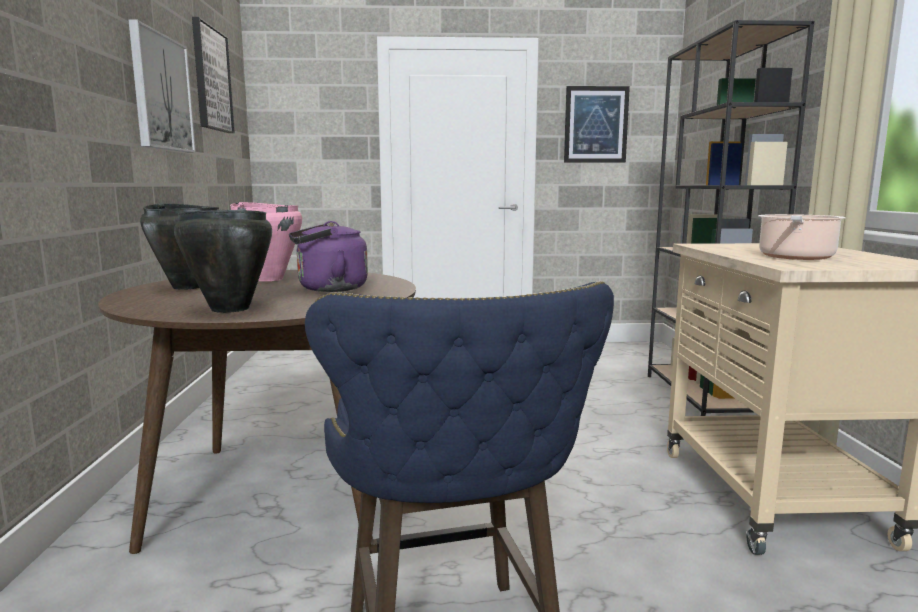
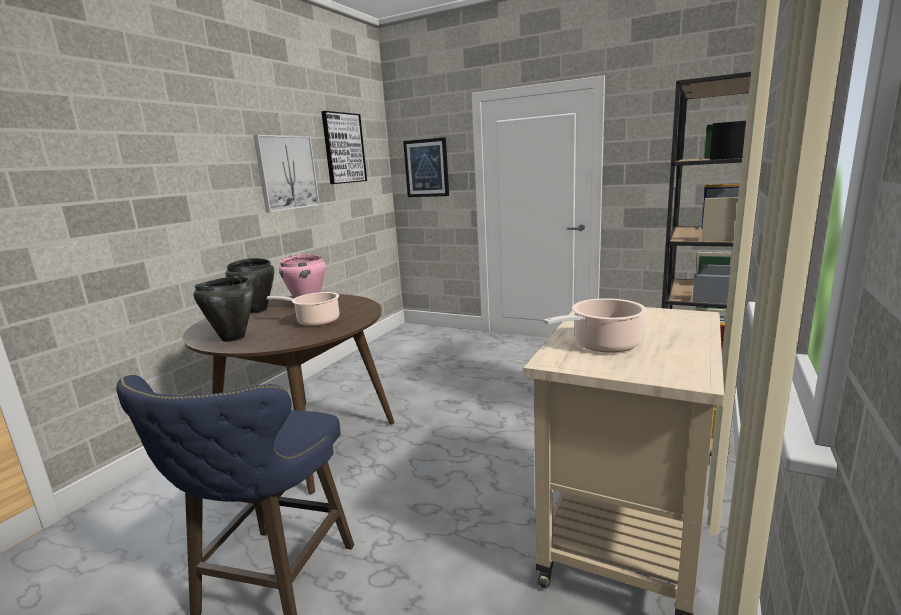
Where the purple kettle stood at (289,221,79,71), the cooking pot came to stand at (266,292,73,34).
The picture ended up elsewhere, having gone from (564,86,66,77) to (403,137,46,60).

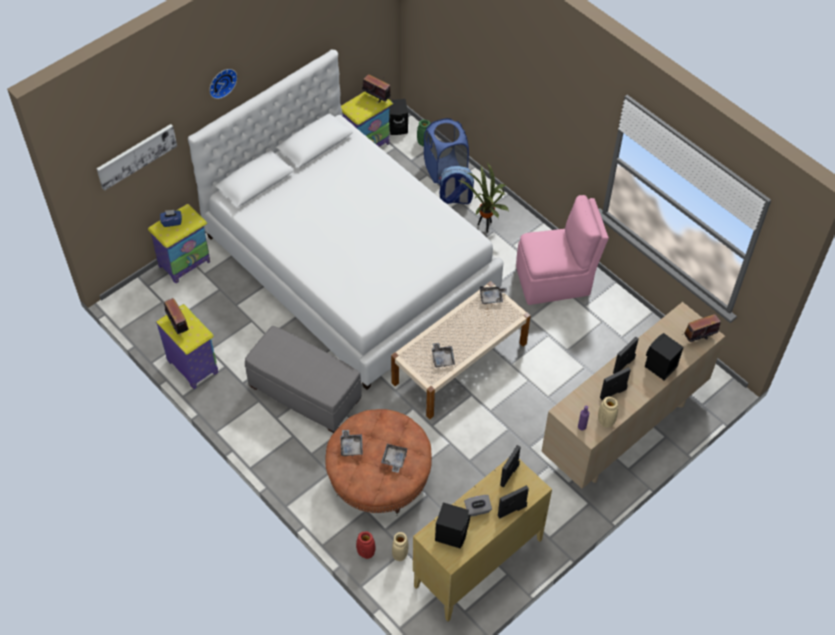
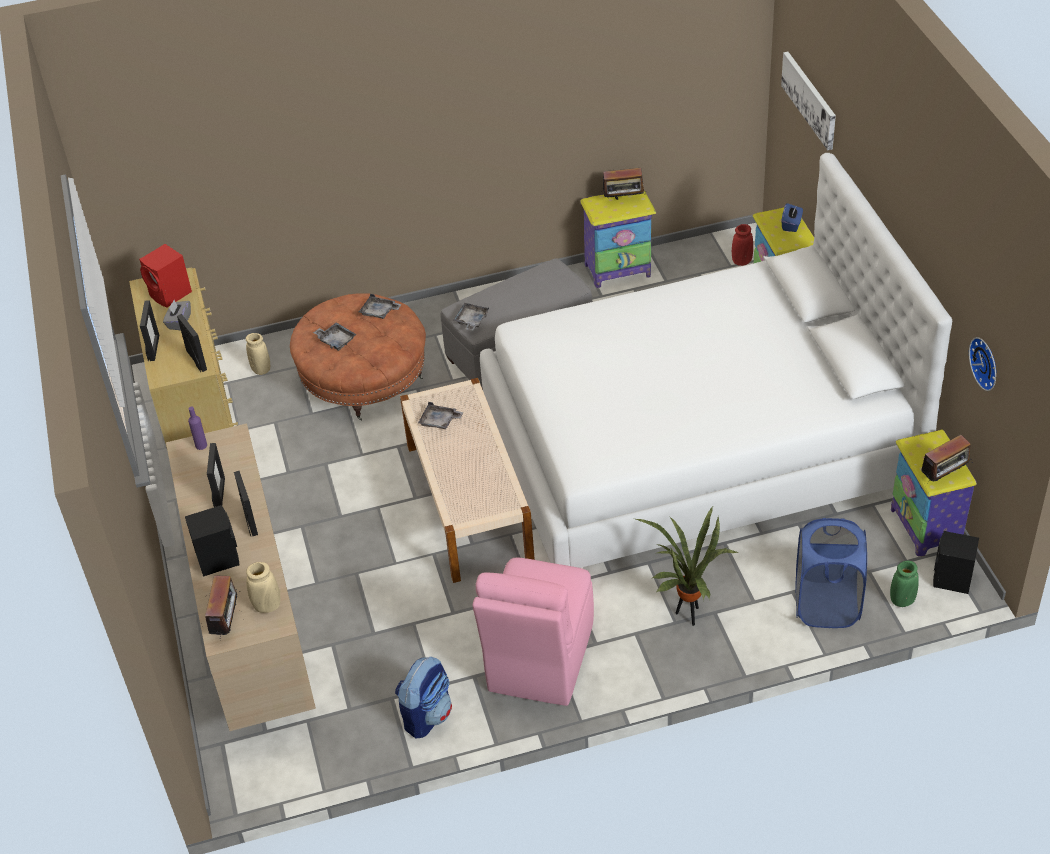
What was the black speaker at (435,502,35,46) turned into the red speaker at (139,244,53,63).
The beige vase ended up elsewhere, having gone from (598,397,20,31) to (246,562,35,51).
The backpack ended up elsewhere, having gone from (439,166,35,38) to (395,656,57,83).
The grey tray ended up elsewhere, having gone from (480,286,27,18) to (454,303,35,28).
The red vase ended up elsewhere, having gone from (356,531,19,28) to (732,224,21,42).
The wall clock ended up elsewhere, having gone from (209,69,28,30) to (969,337,27,54).

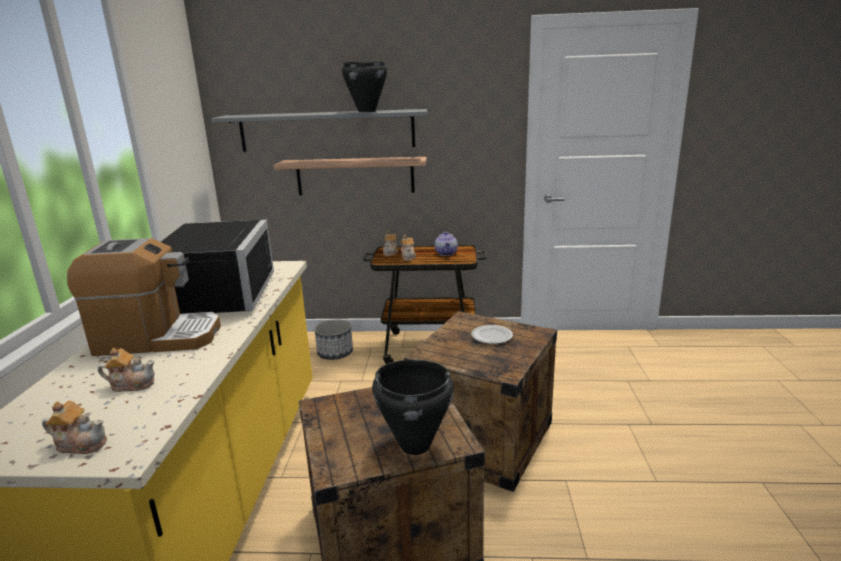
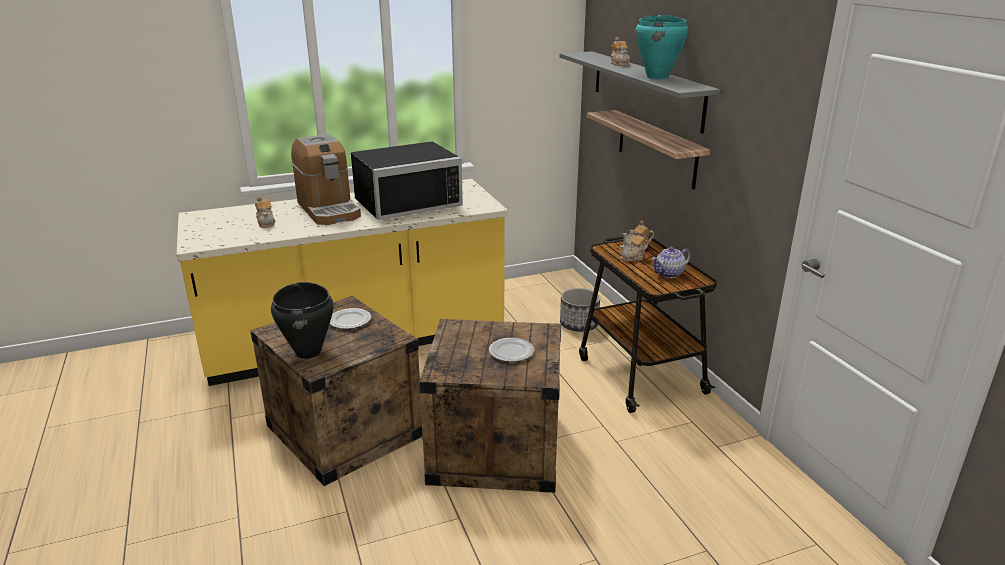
The second view gained the plate at (330,308,41,21).
The teapot ended up elsewhere, having gone from (42,400,65,54) to (611,37,19,29).
What was the black cooking pot at (342,62,45,50) turned into the turquoise cooking pot at (635,15,54,64).

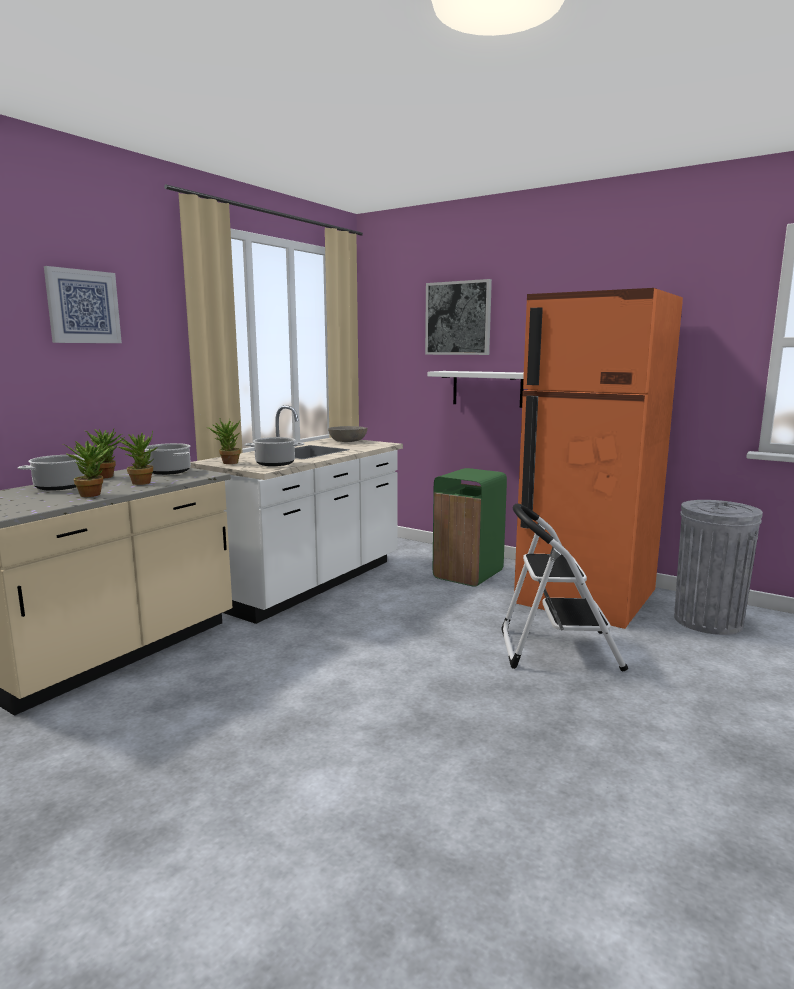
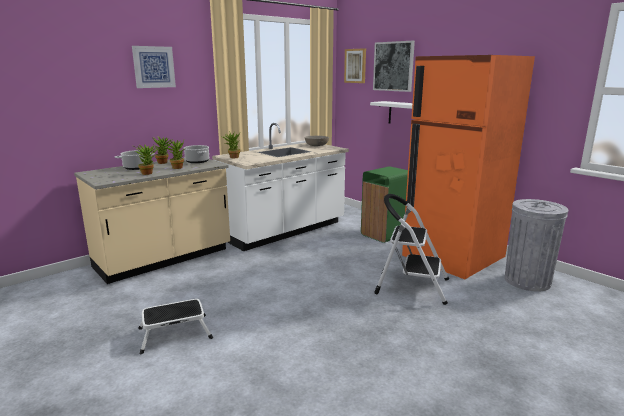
The second view gained the black step ladder at (138,299,75,56).
The second view gained the picture at (344,48,22,35).
The second view lost the cooking pot at (244,437,60,29).

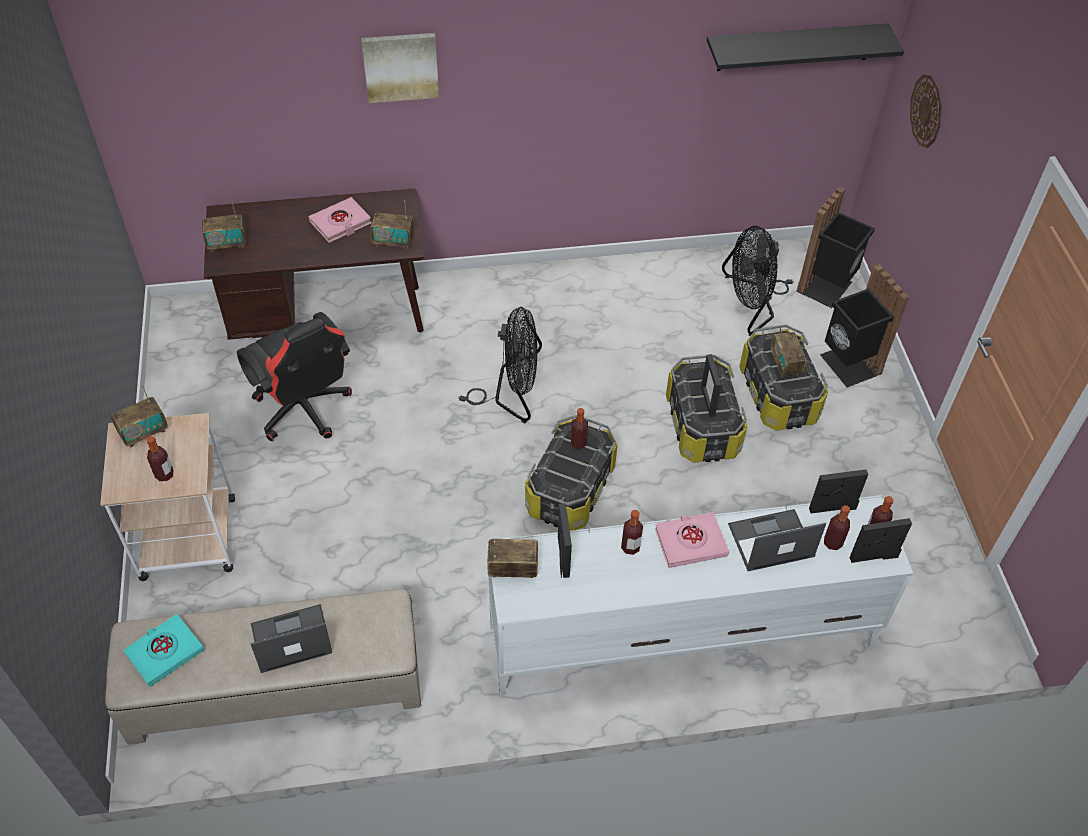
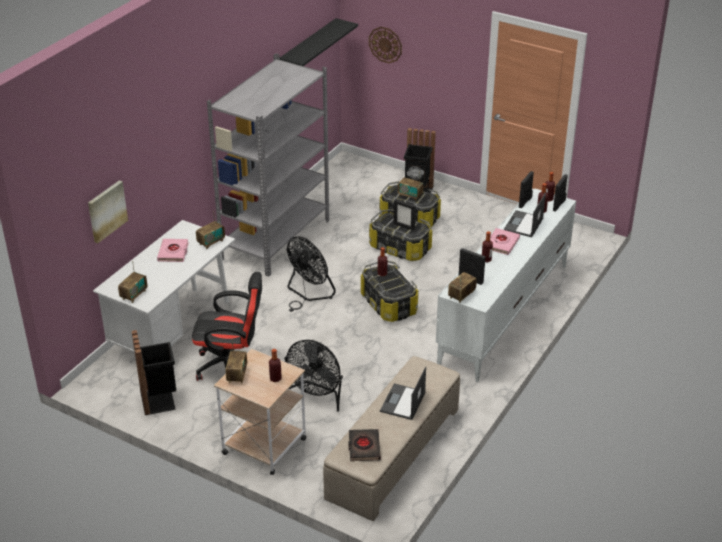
The picture ended up elsewhere, having gone from (361,33,78,70) to (88,180,40,63).
What was the brown desk at (204,189,220,151) turned into the white desk at (93,220,142,133).
The black trash can ended up elsewhere, having gone from (797,187,78,121) to (132,330,44,85).
The second view gained the grey bookcase at (207,54,122,223).
The black fan ended up elsewhere, having gone from (722,226,72,110) to (284,340,59,72).
What was the turquoise book at (123,614,81,73) turned into the black book at (349,429,32,32).

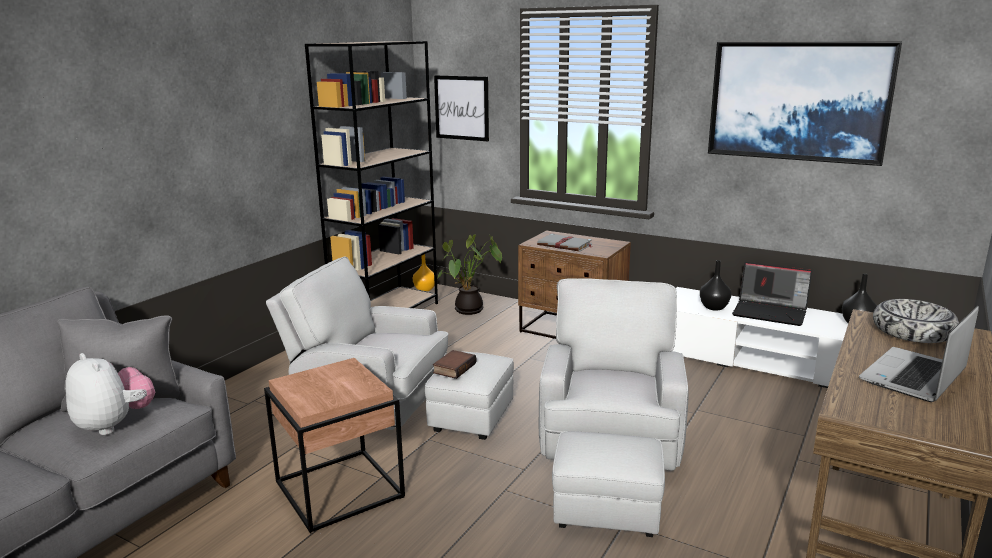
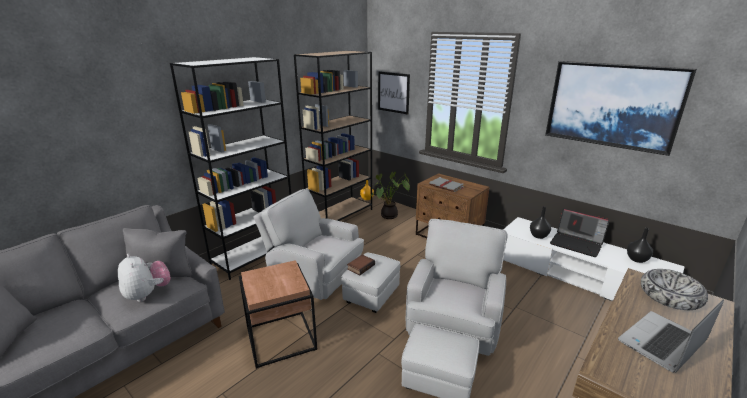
The second view gained the white bookcase at (170,57,121,223).

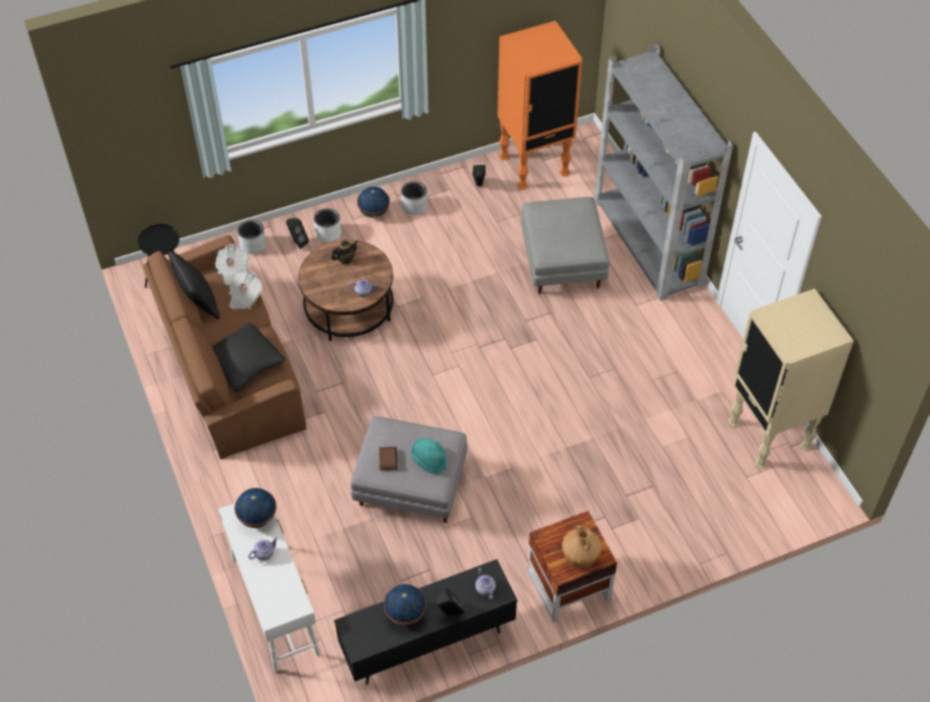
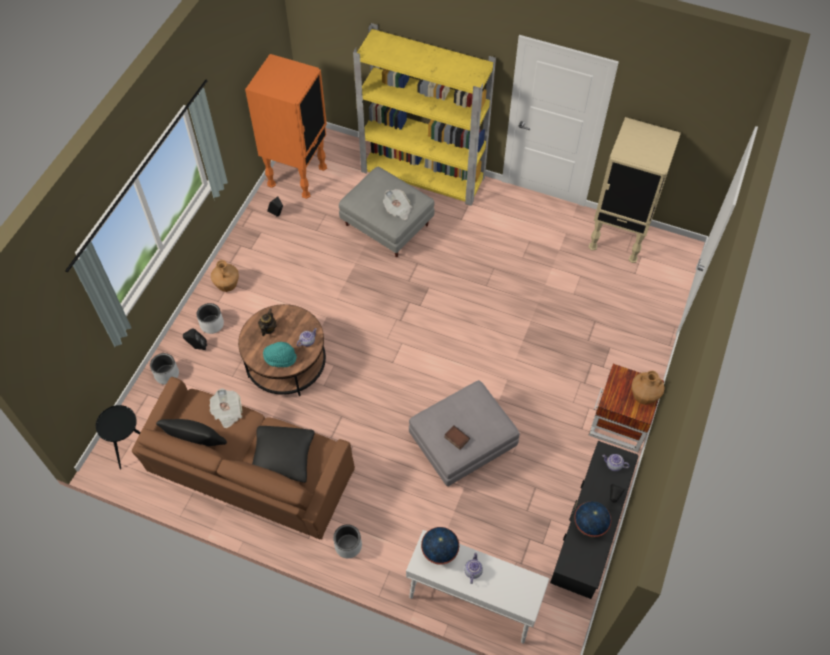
Where the globe stood at (357,186,33,32), the brown vase came to stand at (211,259,28,33).
The turquoise hat ended up elsewhere, having gone from (411,438,36,36) to (263,342,34,25).
The grey planter ended up elsewhere, having gone from (401,181,26,34) to (333,524,29,34).
What was the grey bookcase at (594,44,139,257) turned into the yellow bookcase at (353,23,143,183).
The newspaper ended up elsewhere, having gone from (215,244,34,41) to (383,189,30,31).

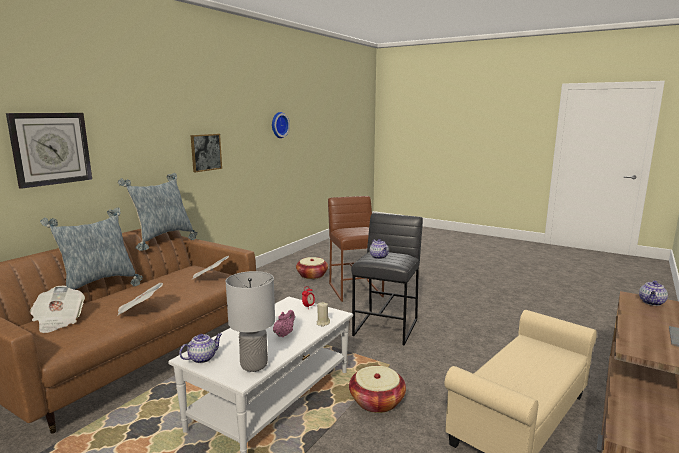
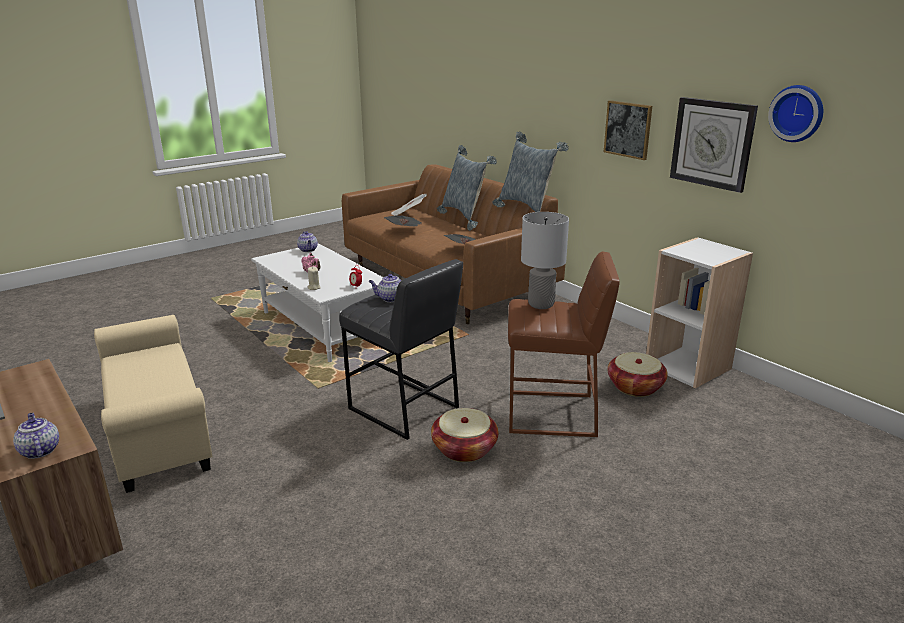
The basket ended up elsewhere, having gone from (349,366,57,47) to (431,408,68,54).
The grey table lamp ended up elsewhere, having gone from (226,271,49,101) to (521,212,48,97).
The second view gained the bookcase at (646,237,107,151).
The wall clock ended up elsewhere, having gone from (6,113,86,76) to (670,97,88,96).

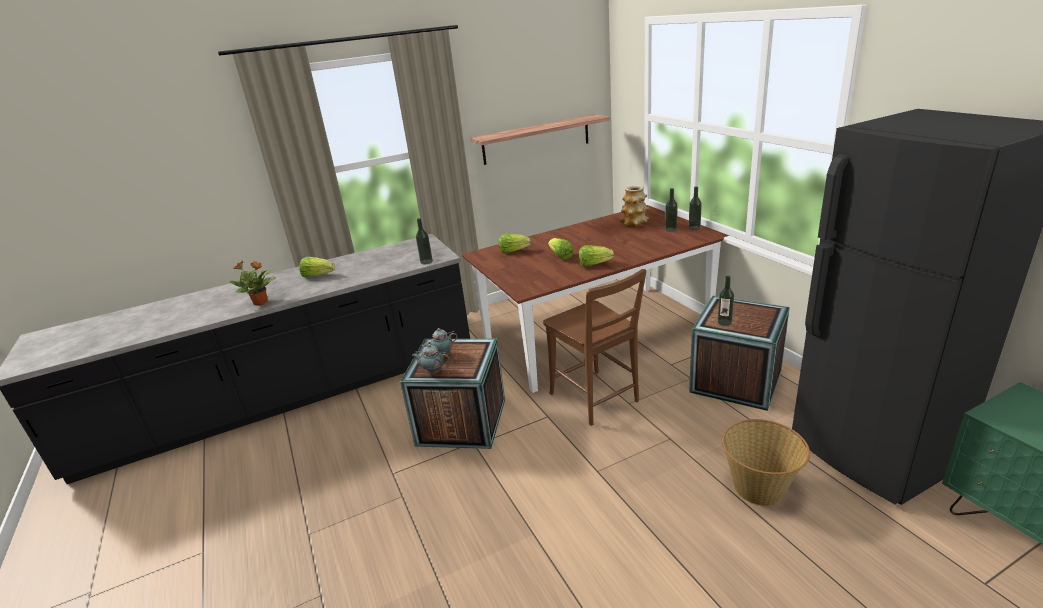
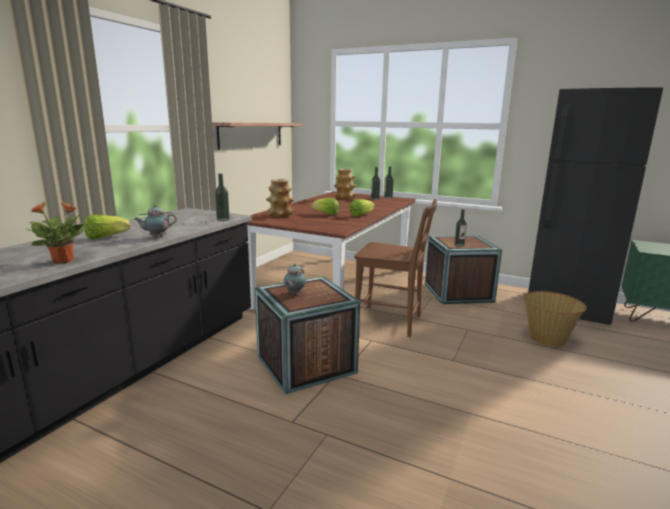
The teapot ended up elsewhere, having gone from (412,344,37,30) to (134,204,43,34).
Where the lettuce stood at (499,234,32,19), the vase came to stand at (266,179,28,38).

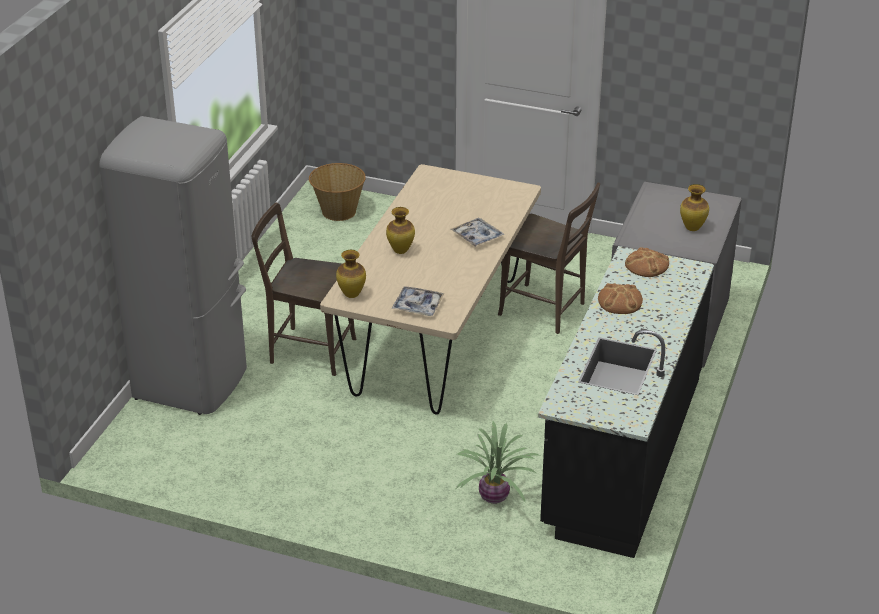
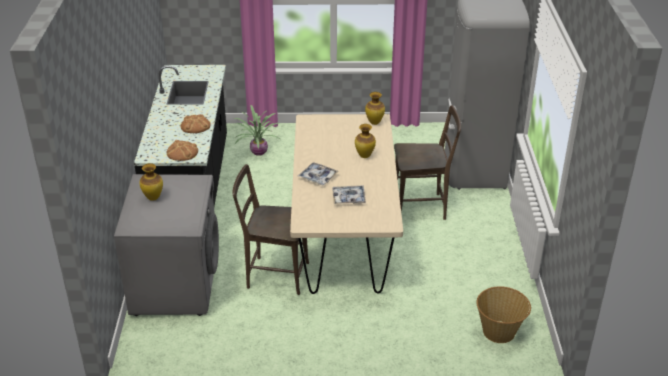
The tray ended up elsewhere, having gone from (391,286,54,30) to (332,185,34,19).

